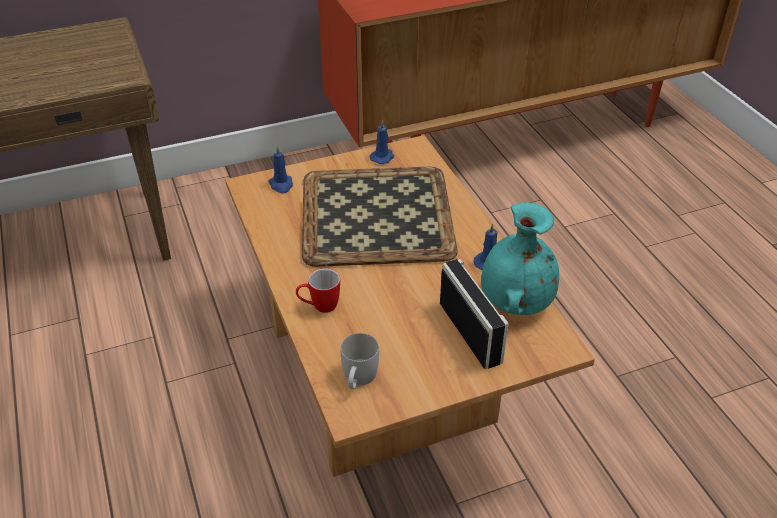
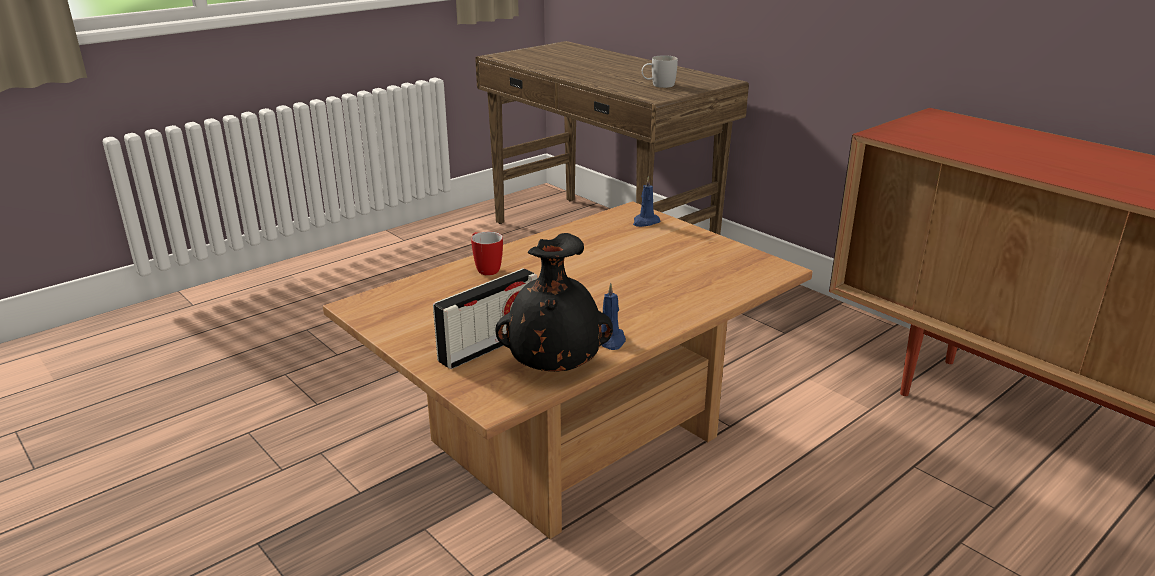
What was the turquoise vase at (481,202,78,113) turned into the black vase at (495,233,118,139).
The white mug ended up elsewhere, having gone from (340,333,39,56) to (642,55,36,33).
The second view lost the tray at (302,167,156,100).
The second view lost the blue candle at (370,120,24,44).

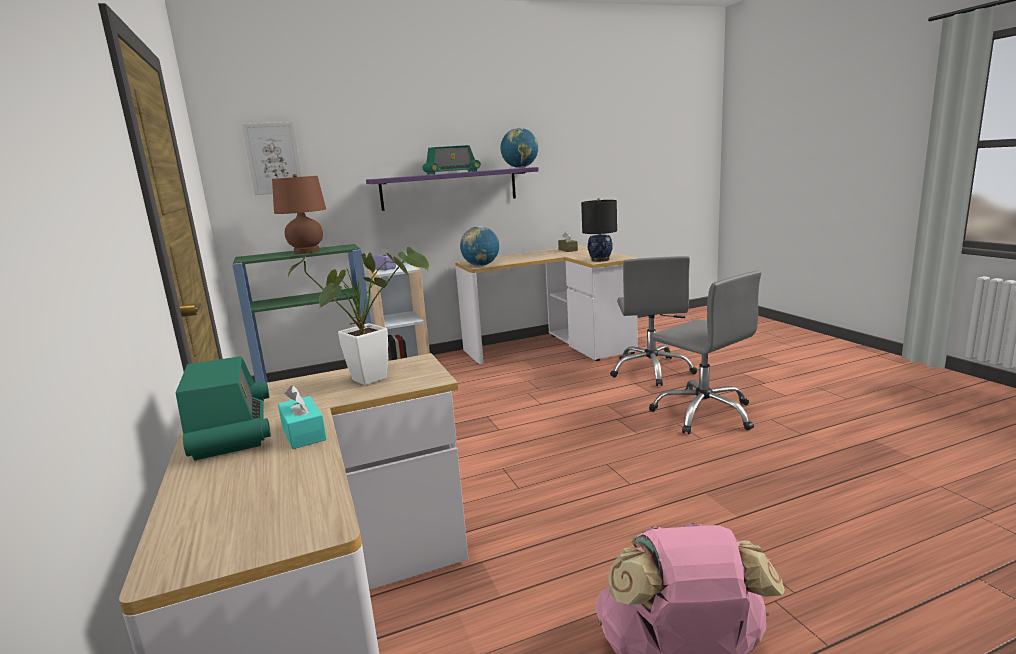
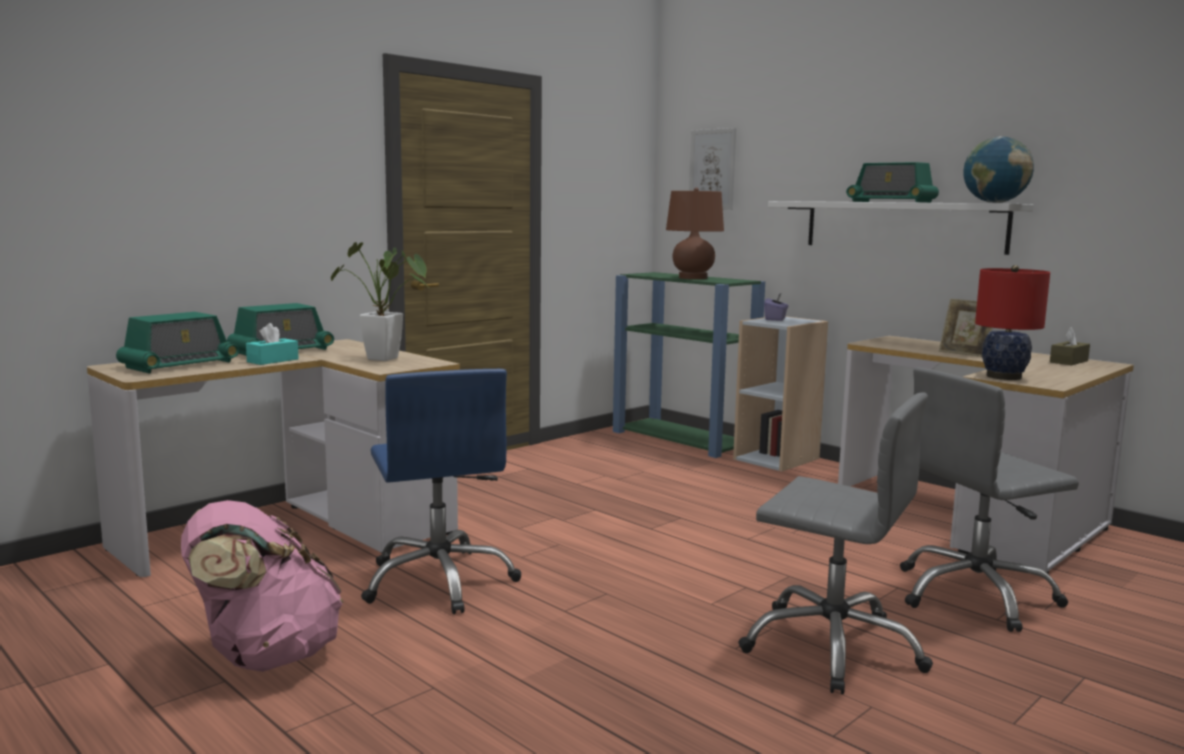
The second view gained the radio at (116,312,123,61).
The second view gained the blue office chair at (361,369,160,245).
The grey office chair at (649,271,112,163) ended up facing another way, 90 degrees counterclockwise from before.
What was the purple shelf at (366,167,173,44) turned into the white shelf at (768,201,266,54).
The second view gained the picture frame at (939,299,53,58).
What was the black table lamp at (581,198,36,64) turned into the red table lamp at (975,265,75,115).
The second view lost the globe at (460,226,39,40).

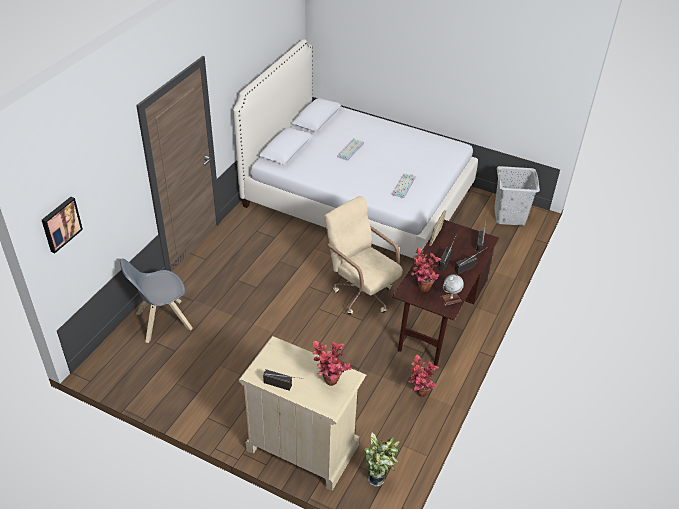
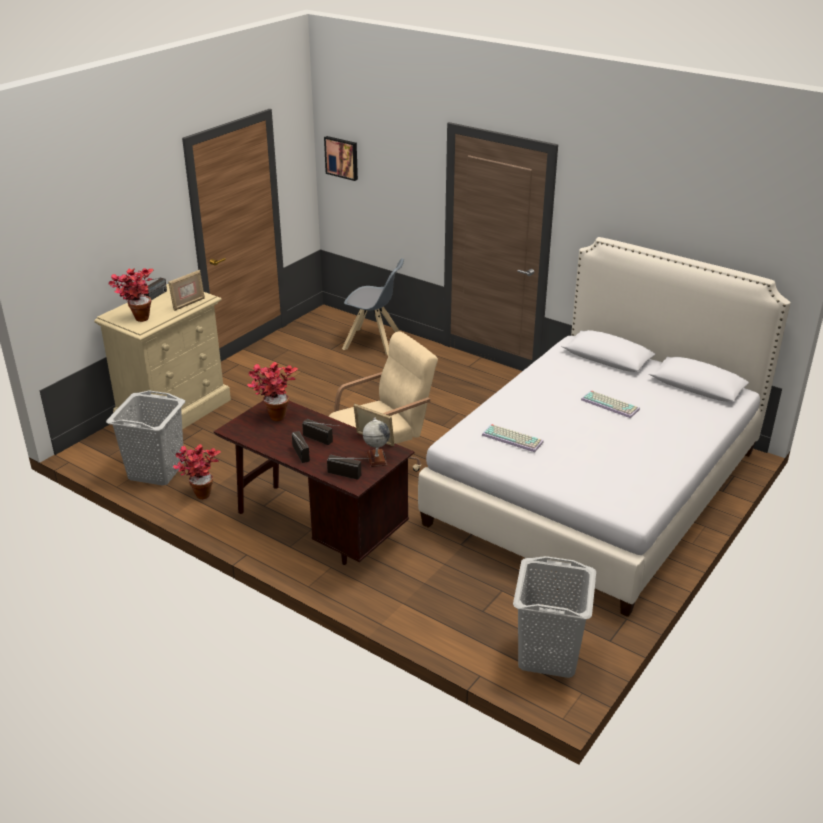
The second view gained the grey laundry basket at (106,390,79,96).
The second view gained the picture frame at (168,270,37,41).
The grey chair at (120,258,73,85) ended up facing another way, 120 degrees clockwise from before.
The globe ended up elsewhere, having gone from (440,274,24,32) to (363,418,27,49).
The second view lost the potted plant at (364,433,36,54).

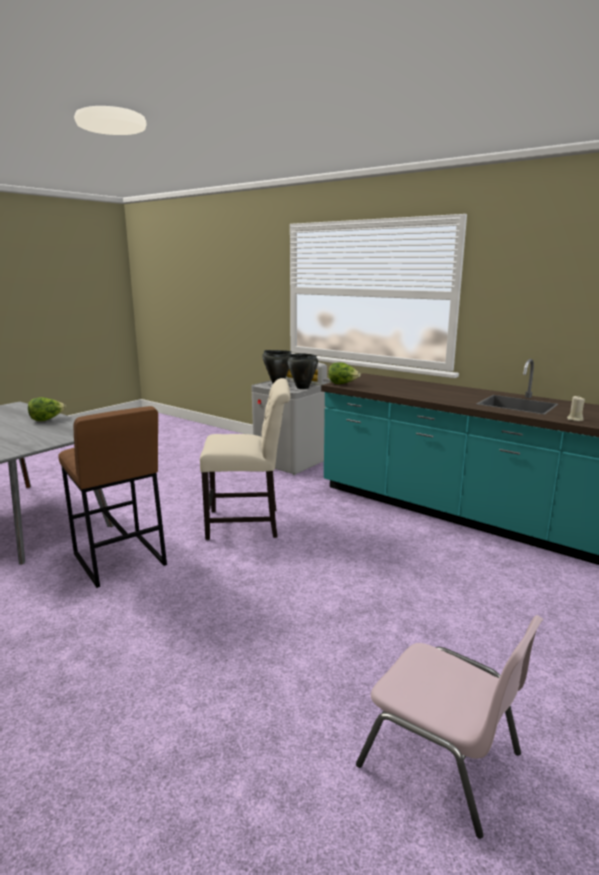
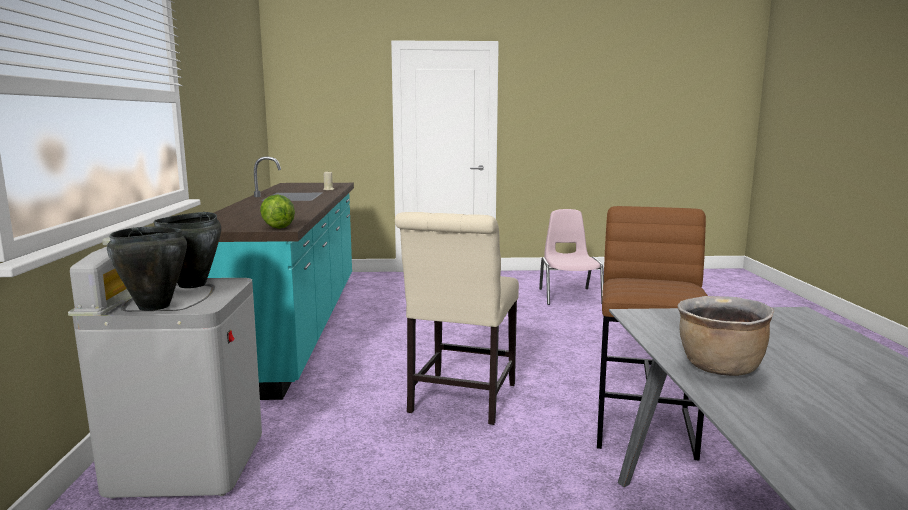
The beige chair at (200,378,90,162) ended up facing another way, 120 degrees counterclockwise from before.
Where the lettuce stood at (28,397,38,24), the brown cooking pot came to stand at (677,296,97,80).

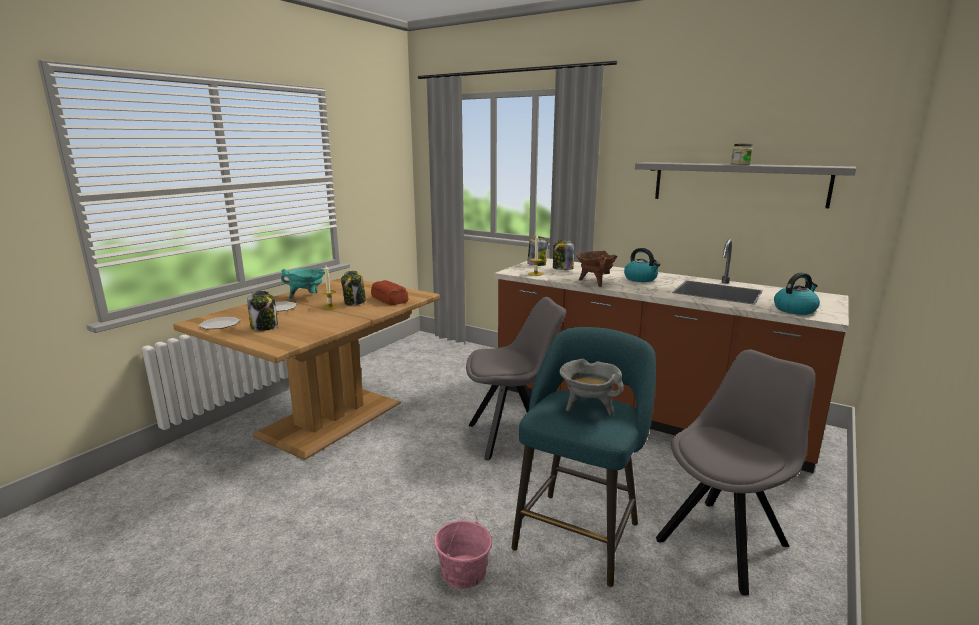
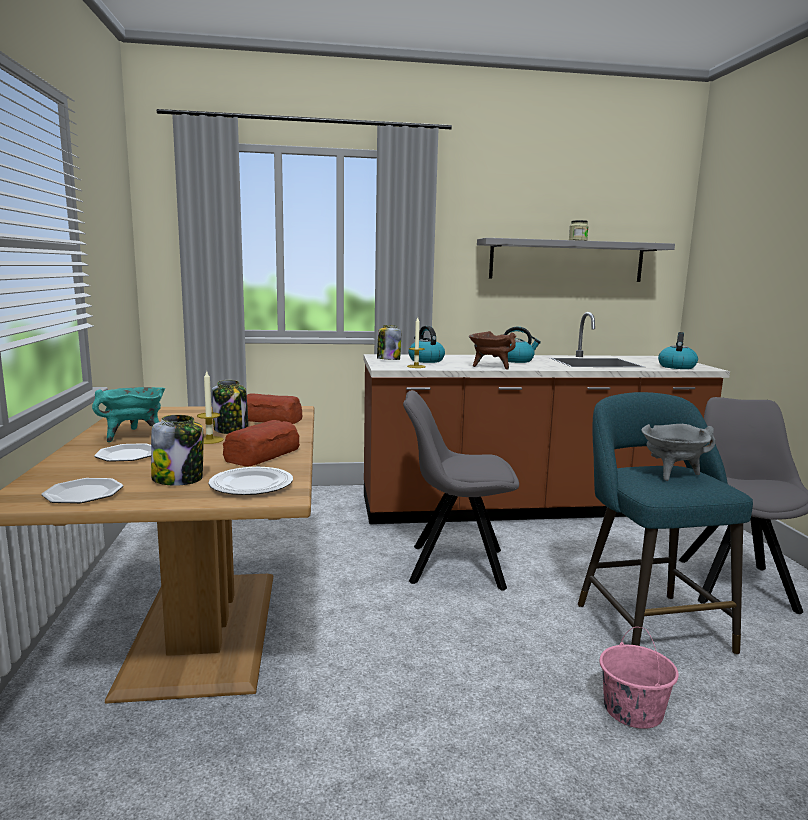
The second view gained the plate at (208,467,85,28).
The second view gained the bread at (223,420,77,46).
The grey chair at (466,297,100,163) ended up facing another way, 120 degrees counterclockwise from before.
Where the jar stood at (553,240,21,30), the kettle came to stand at (408,326,37,37).

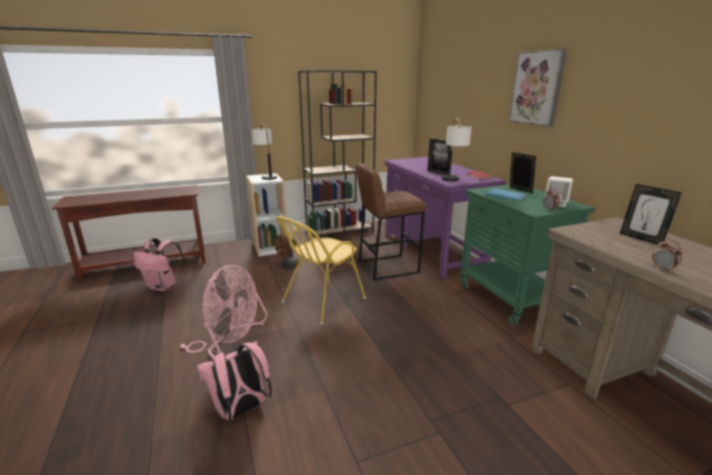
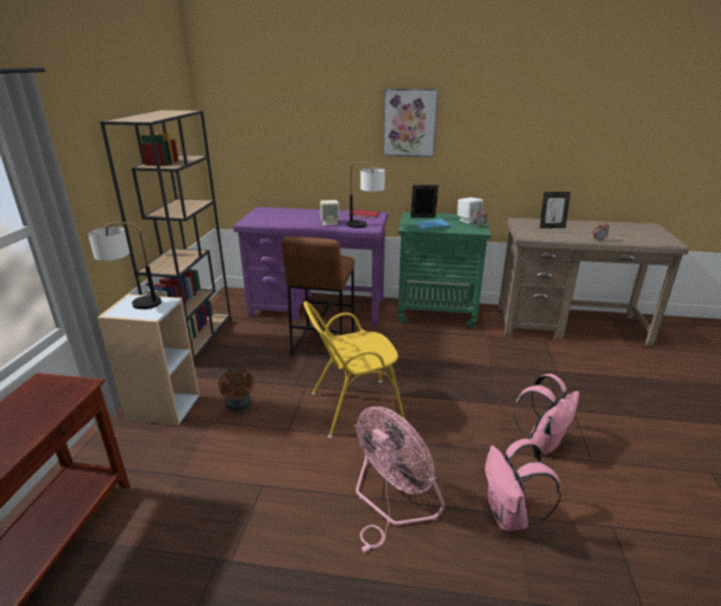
The yellow chair at (276,216,90,109) ended up facing another way, 90 degrees clockwise from before.
Where the picture frame stood at (427,138,24,37), the beige speaker came to stand at (320,200,20,26).
The pink backpack ended up elsewhere, having gone from (133,238,51,53) to (513,374,66,80).

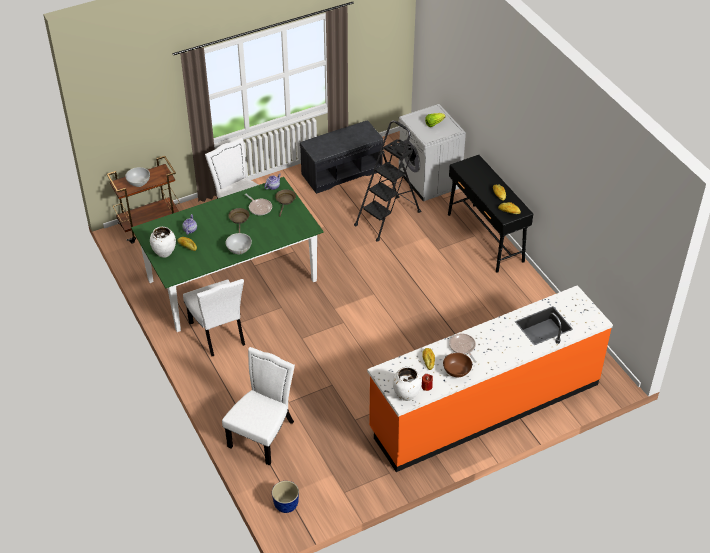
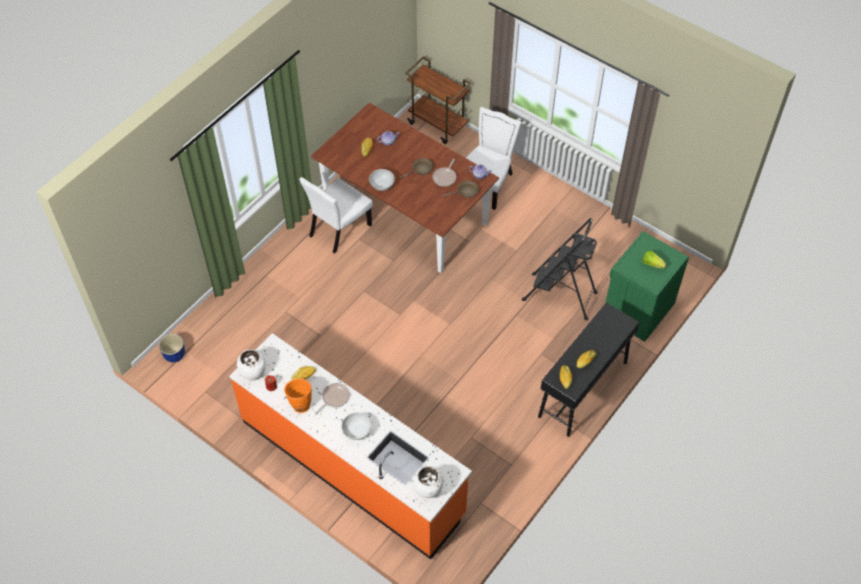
Where the brown bowl stood at (443,353,29,24), the orange vase came to stand at (284,378,28,35).
What was the green dining table at (131,177,192,155) turned into the brown dining table at (311,103,188,170).
The white bowl ended up elsewhere, having gone from (125,167,25,20) to (342,412,30,28).
The white vase ended up elsewhere, having gone from (150,227,26,31) to (413,466,31,32).
What was the white washing machine at (399,104,67,98) turned into the green washing machine at (605,231,84,111).
The second view lost the white chair at (222,347,73,119).
The second view lost the grey bench at (300,120,83,74).

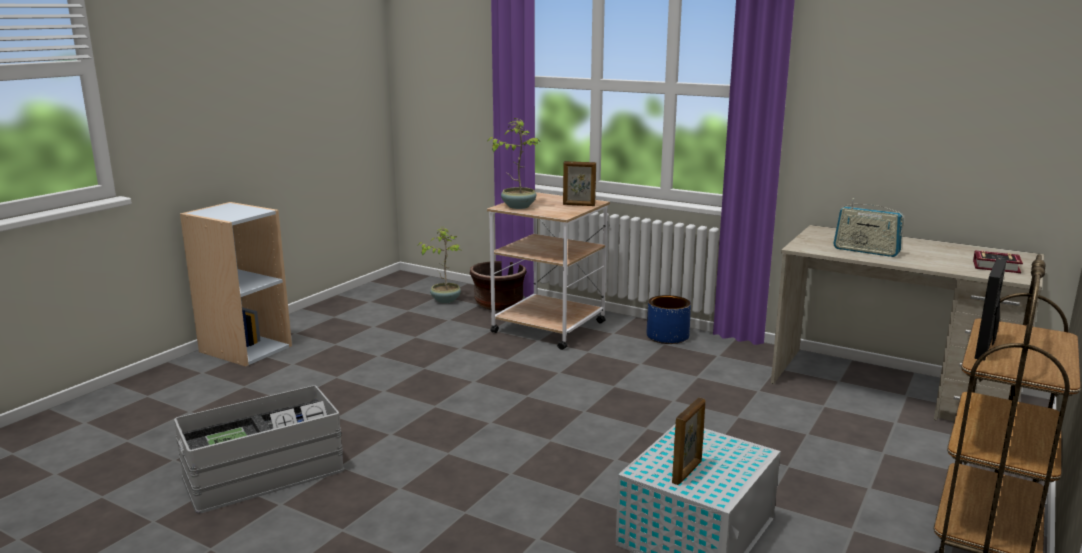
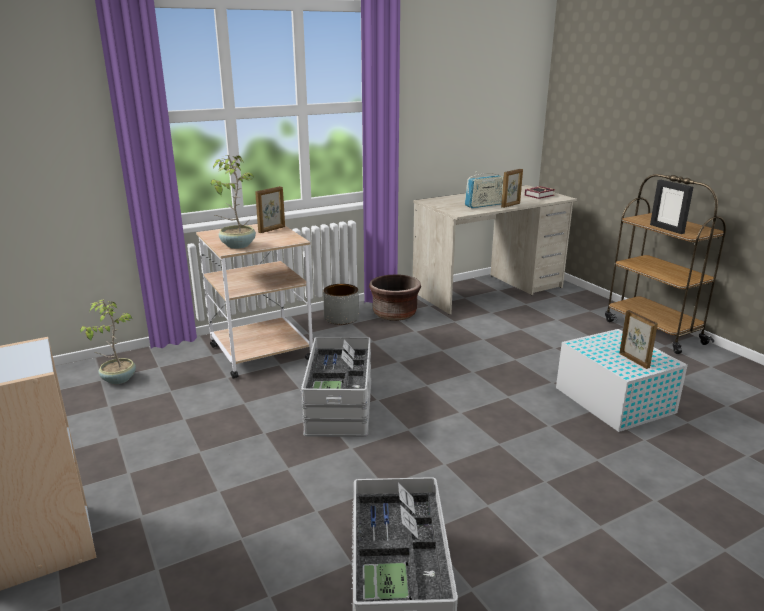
The second view gained the grey storage box at (300,337,71,100).
What was the blue planter at (647,295,44,49) turned into the grey planter at (323,284,36,41).
The brown planter ended up elsewhere, having gone from (470,261,57,49) to (369,275,52,46).
The second view gained the picture frame at (501,169,22,39).

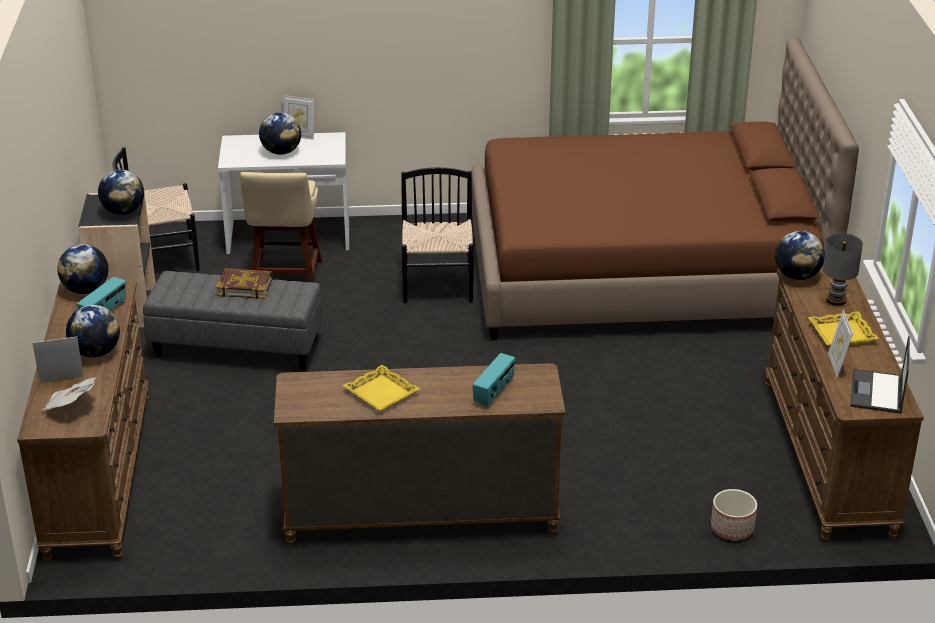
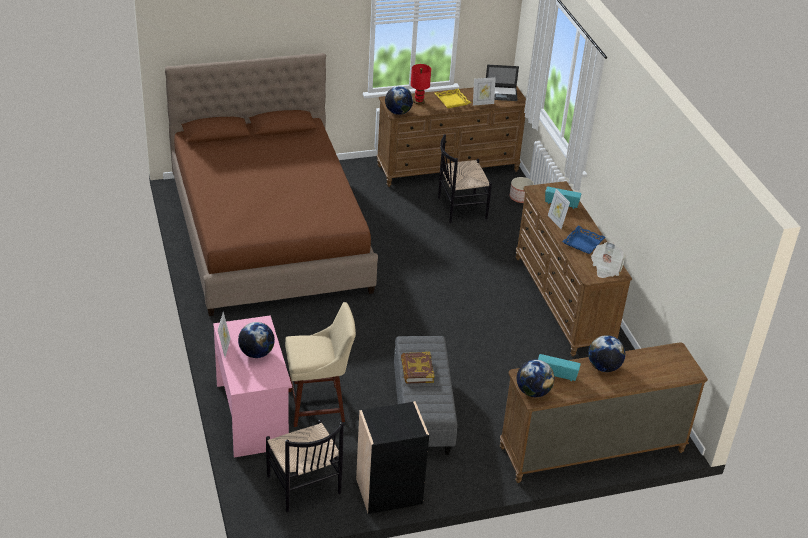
What was the white desk at (218,132,131,122) turned into the pink desk at (213,315,79,142).
What was the grey table lamp at (823,233,40,73) turned into the red table lamp at (411,64,20,41).
The black chair ended up elsewhere, having gone from (401,167,73,136) to (438,134,54,89).
The picture frame ended up elsewhere, having gone from (32,337,52,45) to (548,189,22,40).
What was the yellow tray at (342,365,78,46) turned into the blue tray at (562,226,44,28).
The newspaper ended up elsewhere, having gone from (42,377,55,34) to (591,242,35,36).
The second view lost the globe at (98,170,46,45).

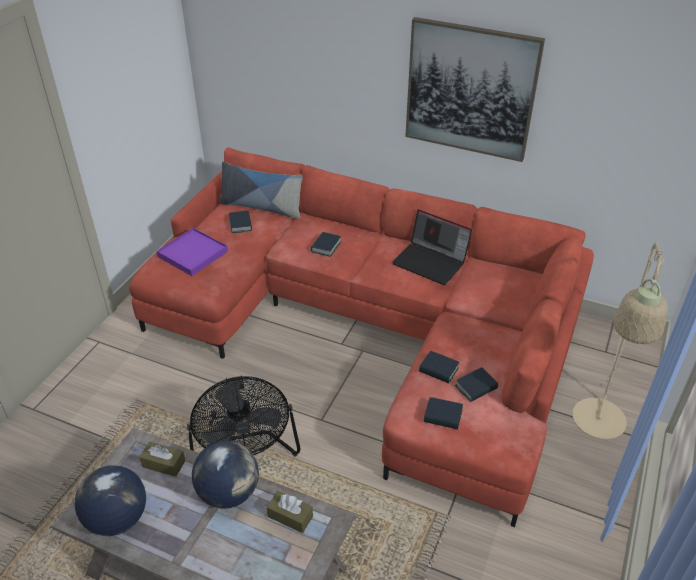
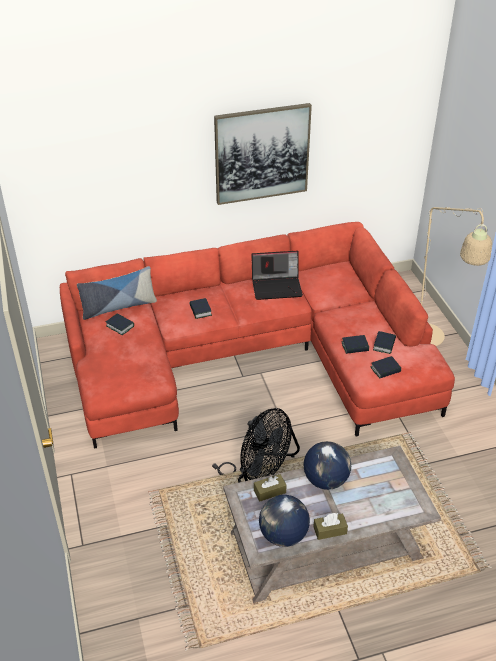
The brown tissue box ended up elsewhere, having gone from (267,491,46,42) to (313,513,35,27).
The second view lost the purple tray at (156,228,72,48).

